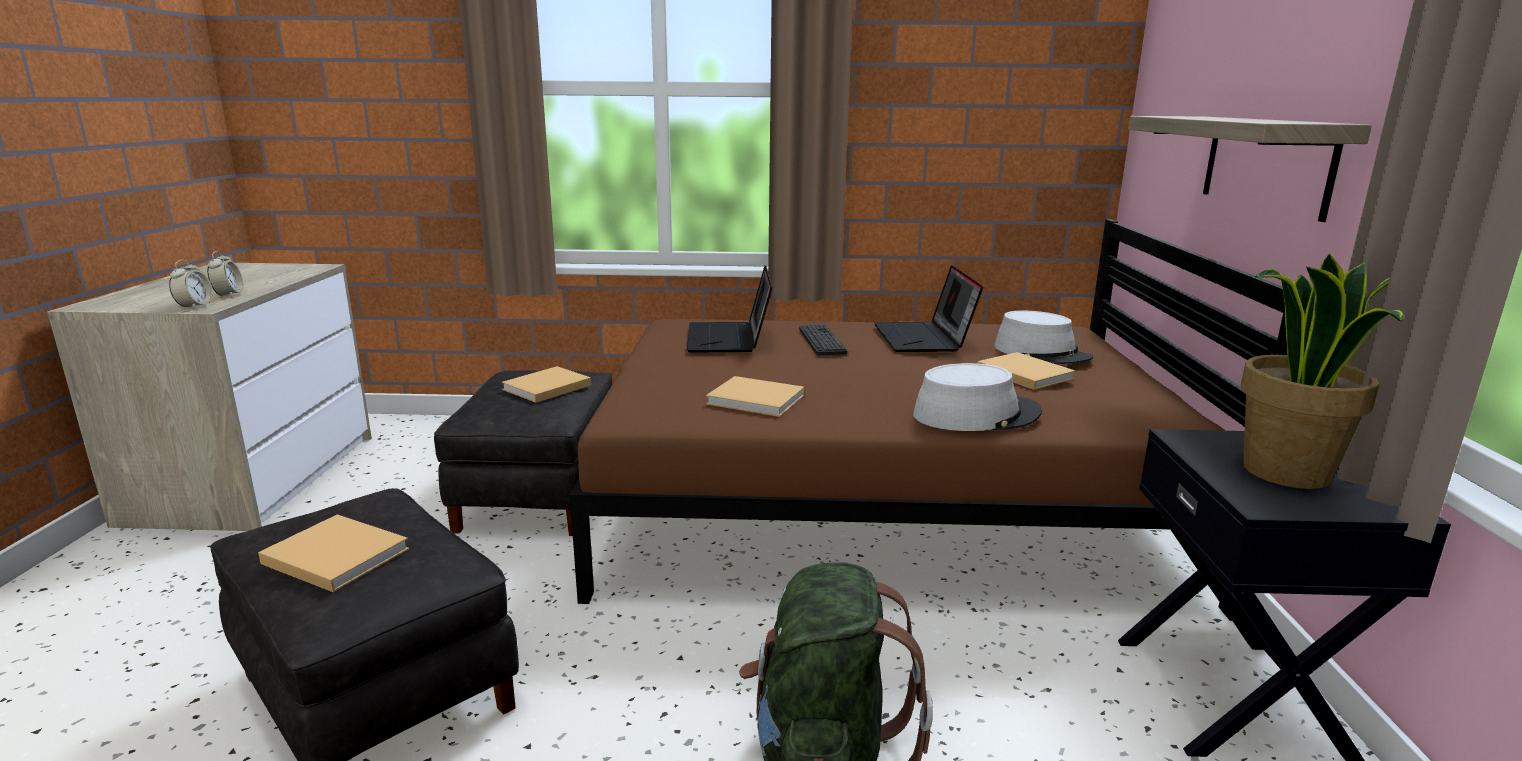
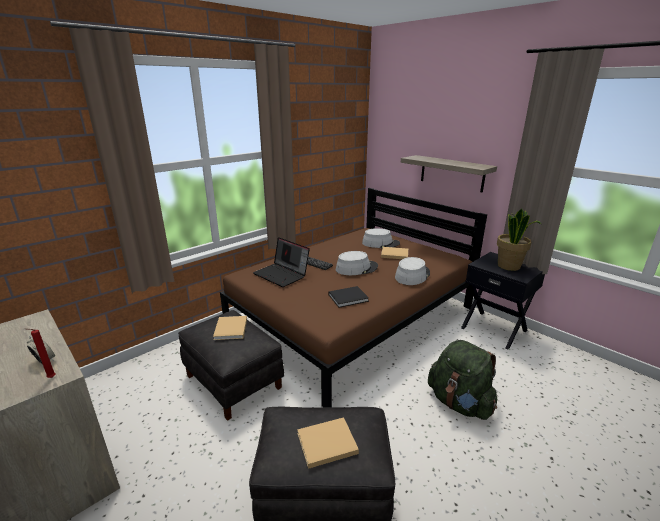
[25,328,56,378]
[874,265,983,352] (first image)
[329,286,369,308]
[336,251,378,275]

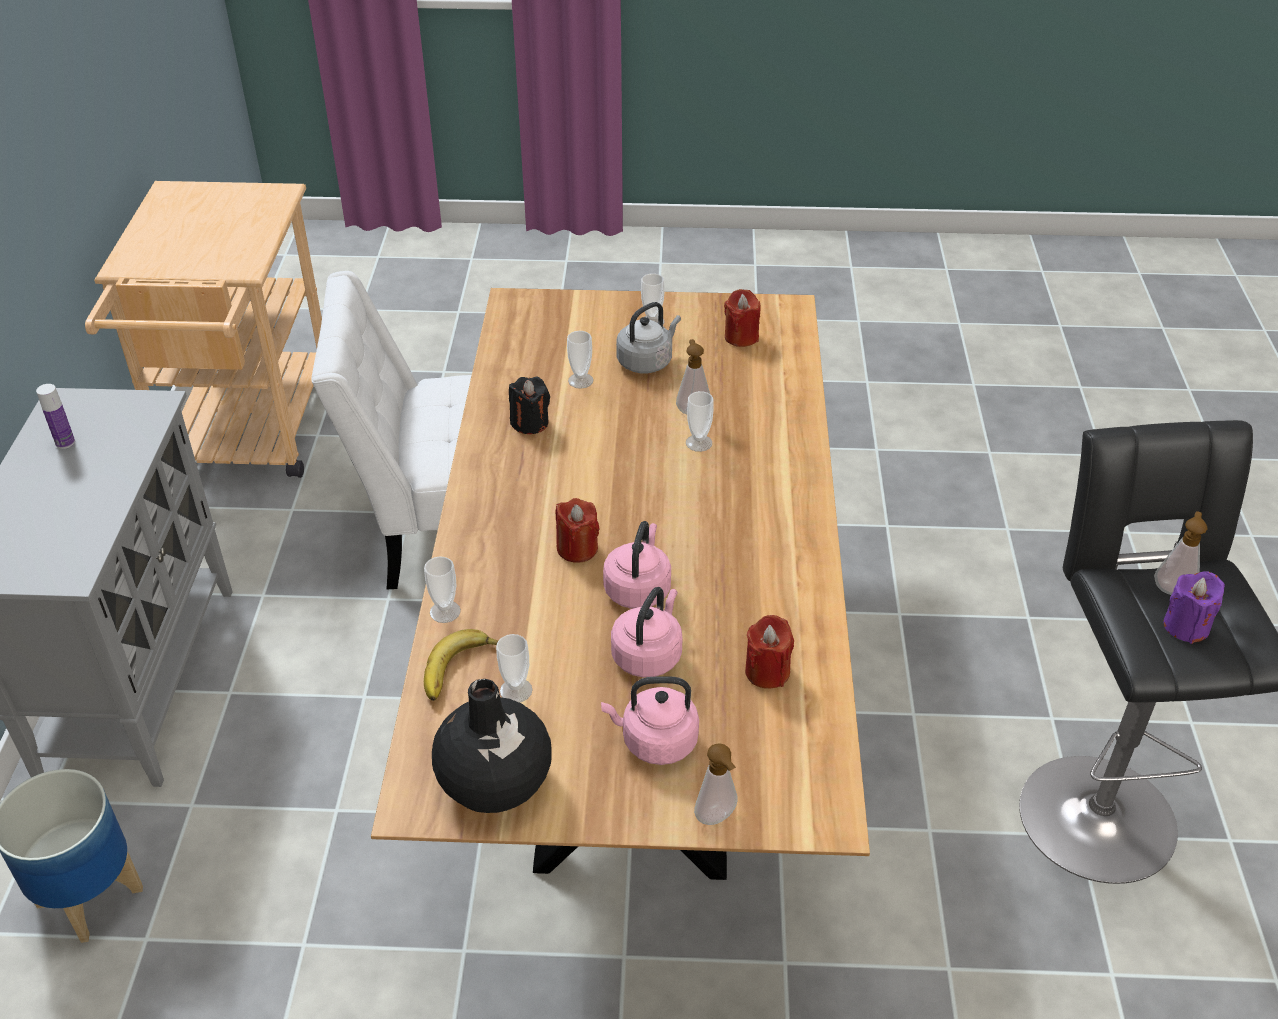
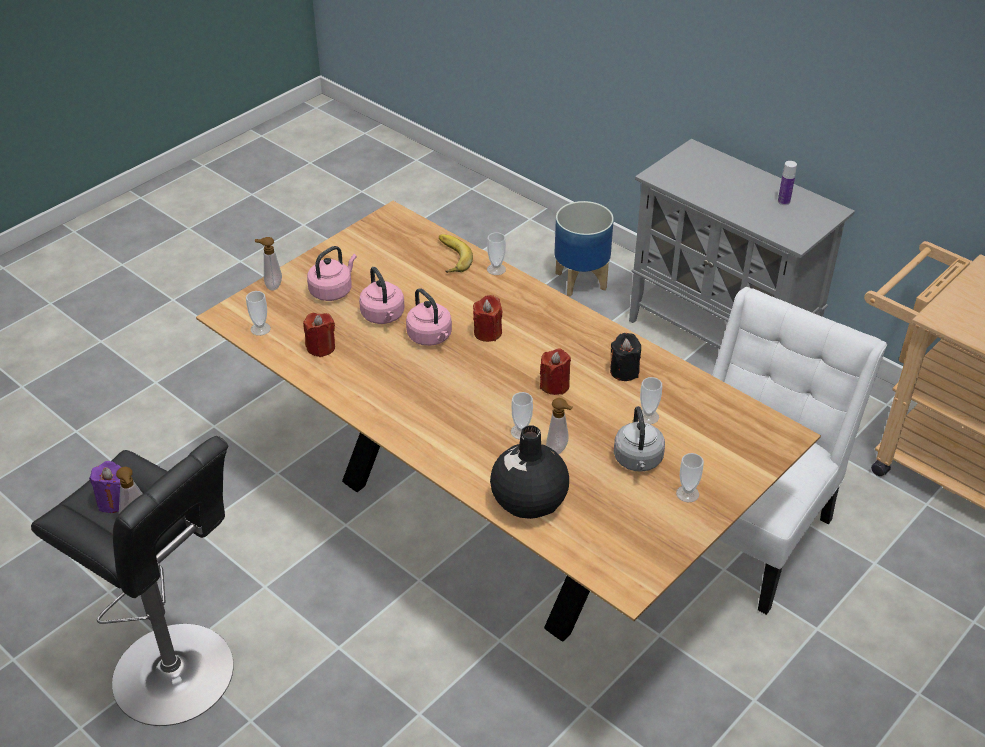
[540,348,571,395]
[246,291,271,336]
[490,425,569,519]

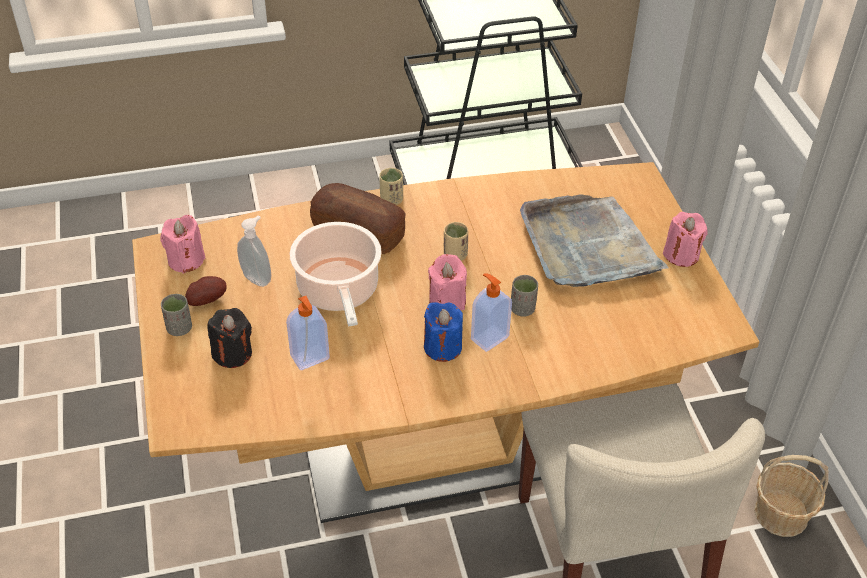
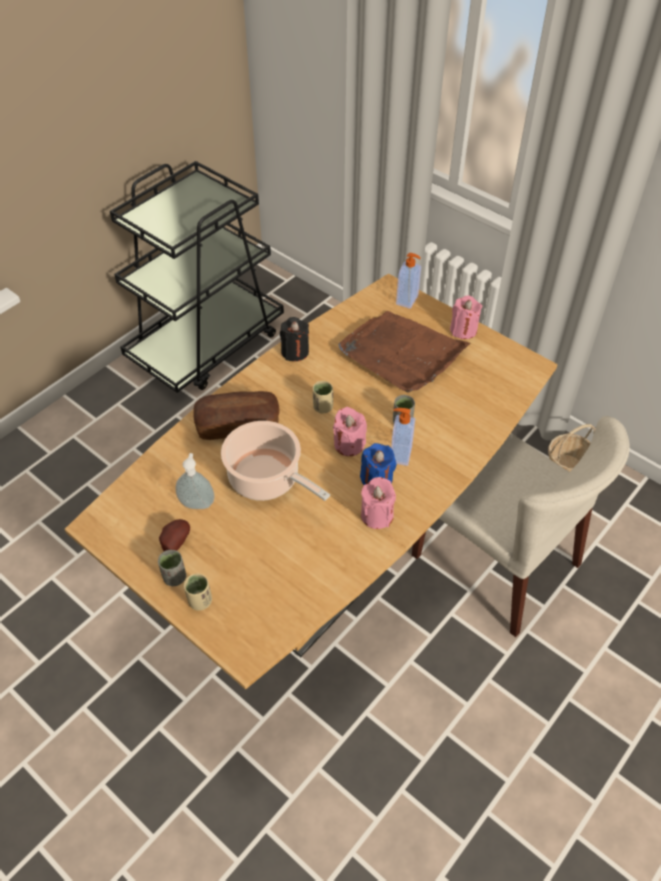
[184,574,212,611]
[338,311,470,393]
[361,477,396,529]
[396,253,421,309]
[280,317,309,361]

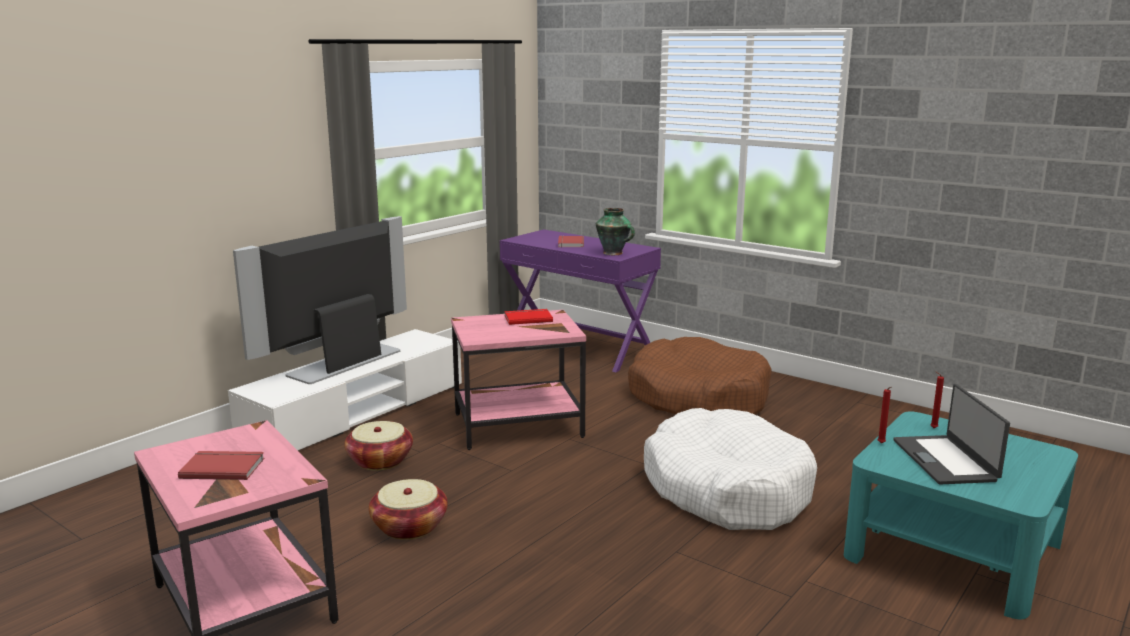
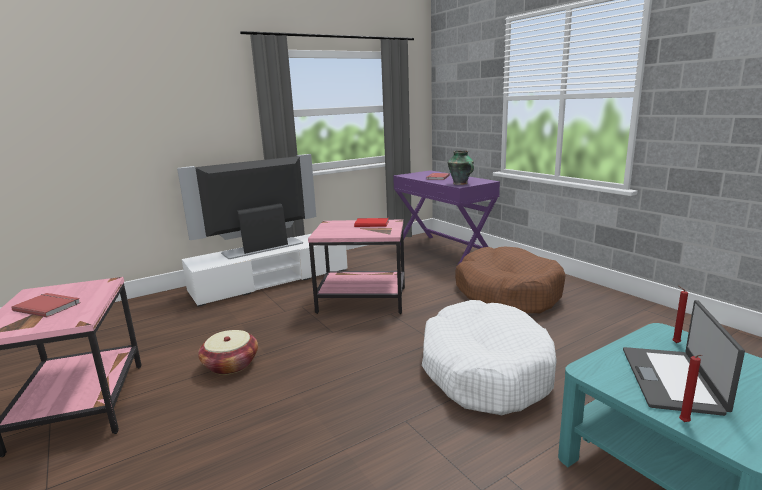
[679,355,702,422]
[344,421,413,470] (first image)

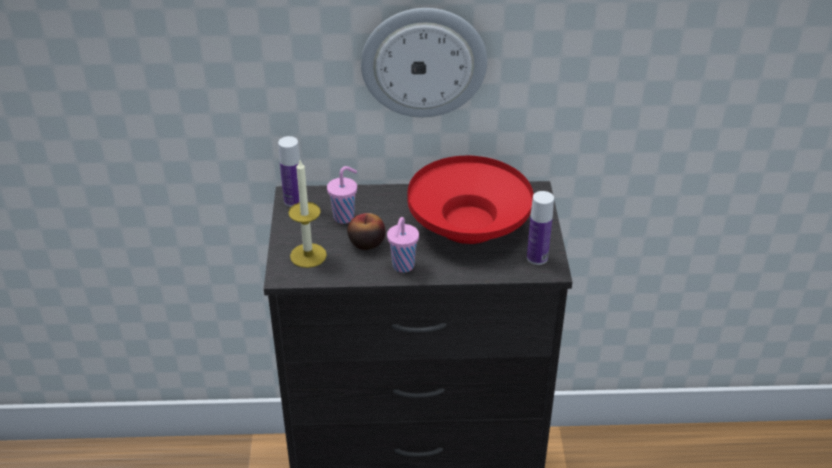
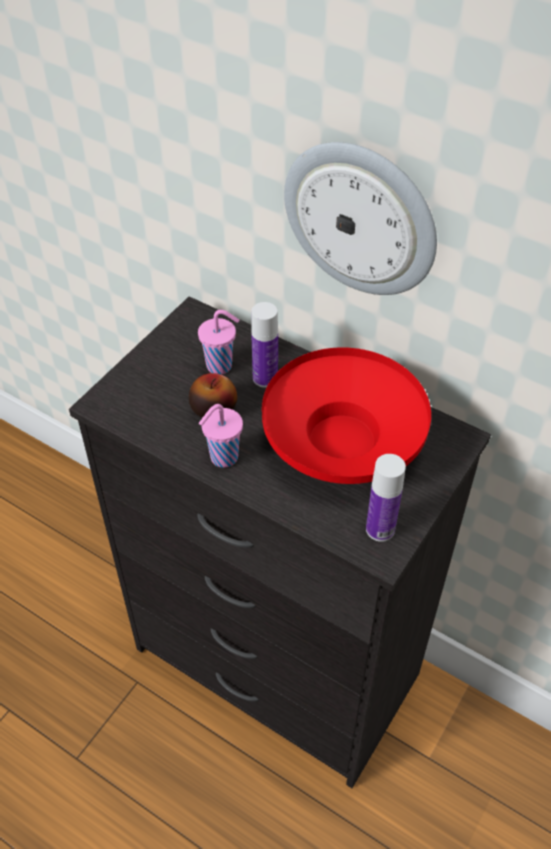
[251,302,278,388]
[288,160,327,268] (first image)

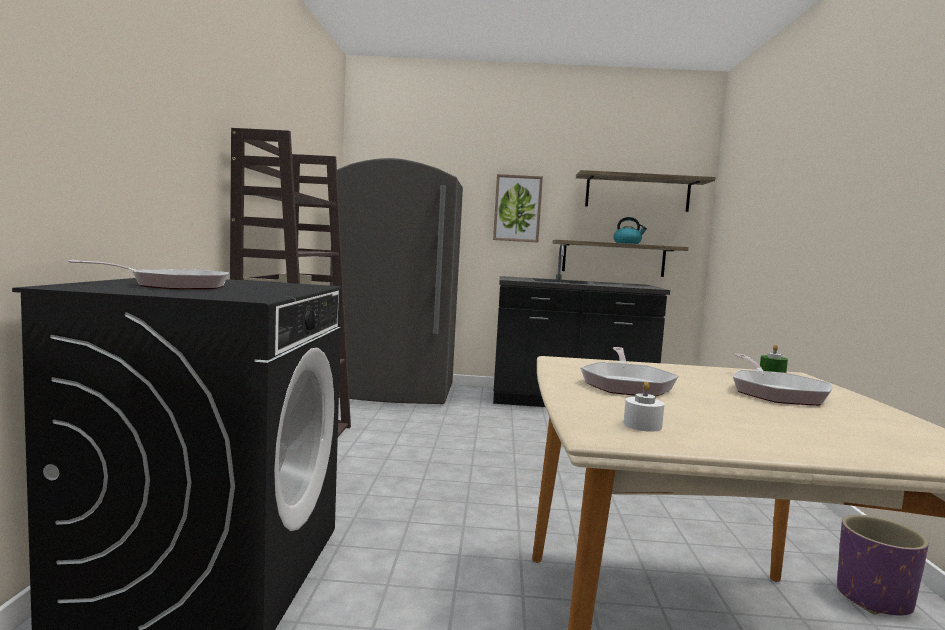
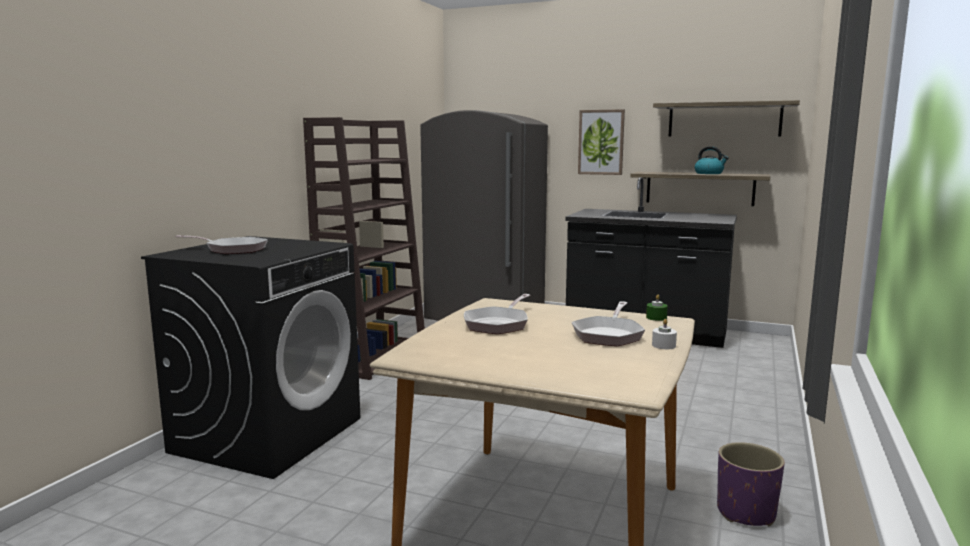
[652,319,677,349]

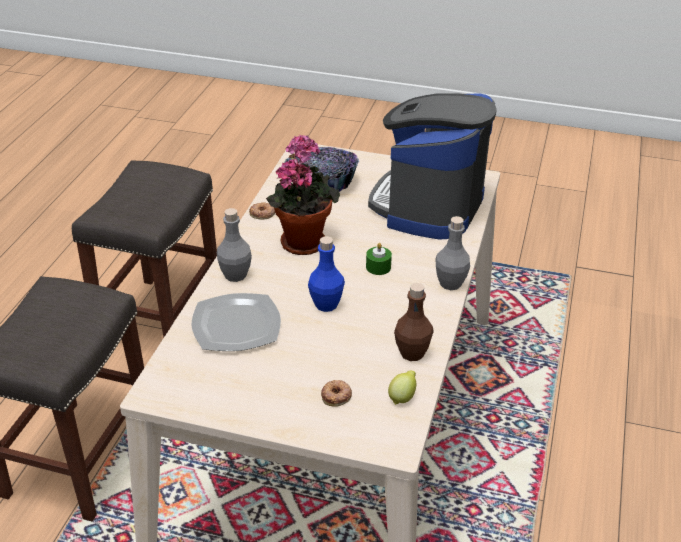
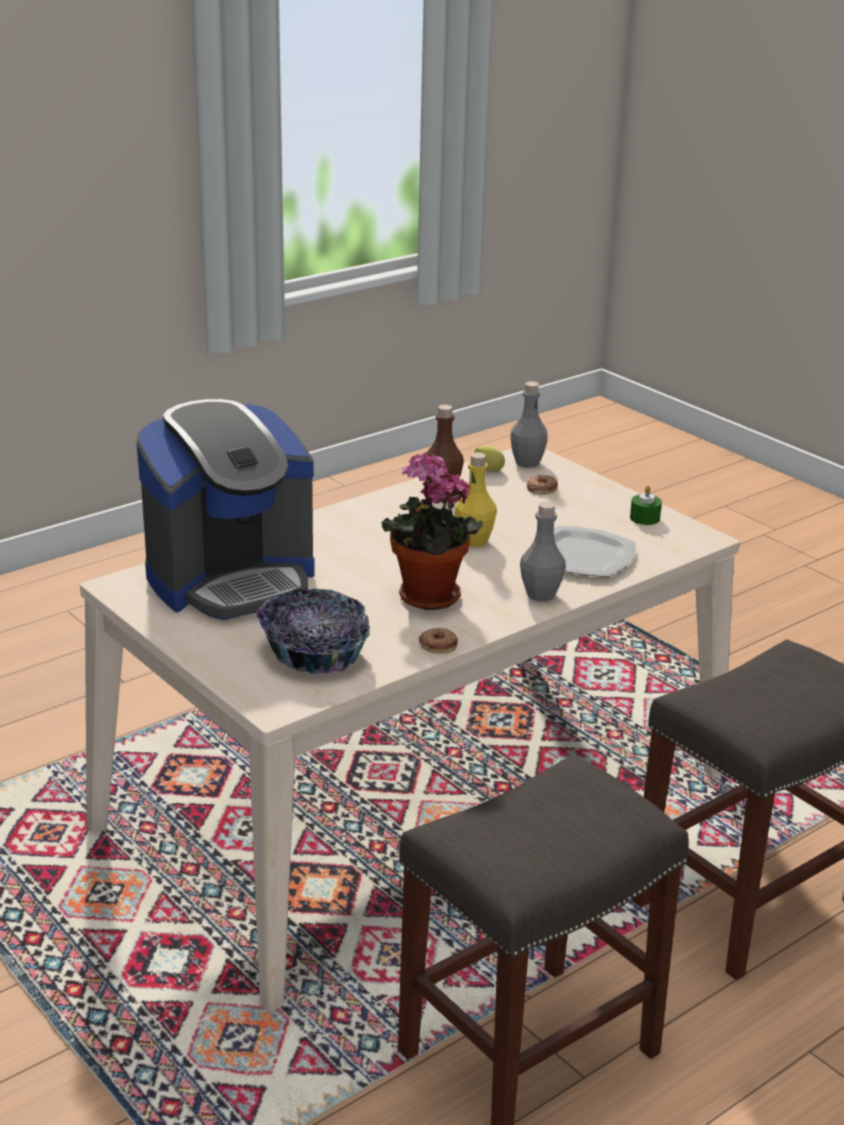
[511,382,548,468]
[454,452,497,547]
[630,486,662,525]

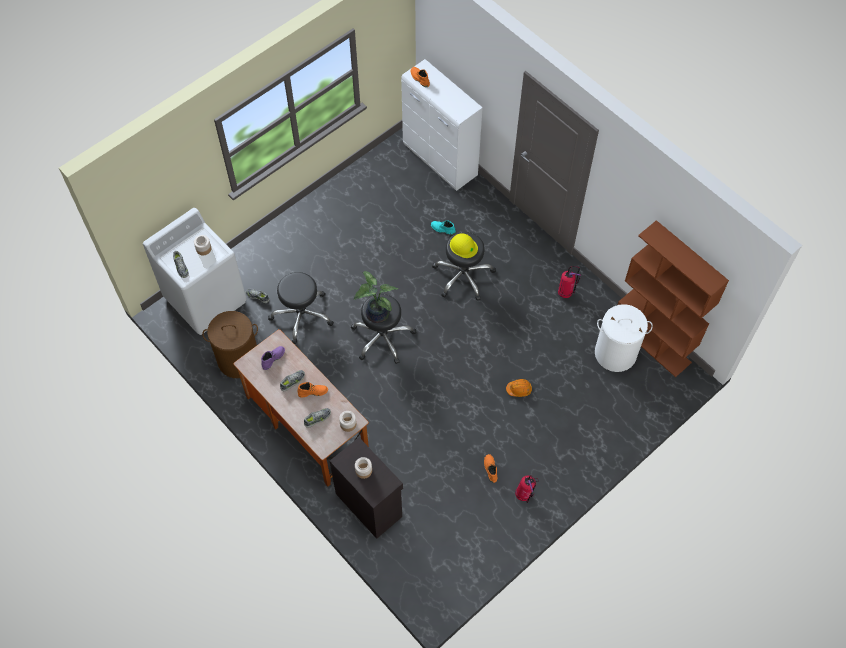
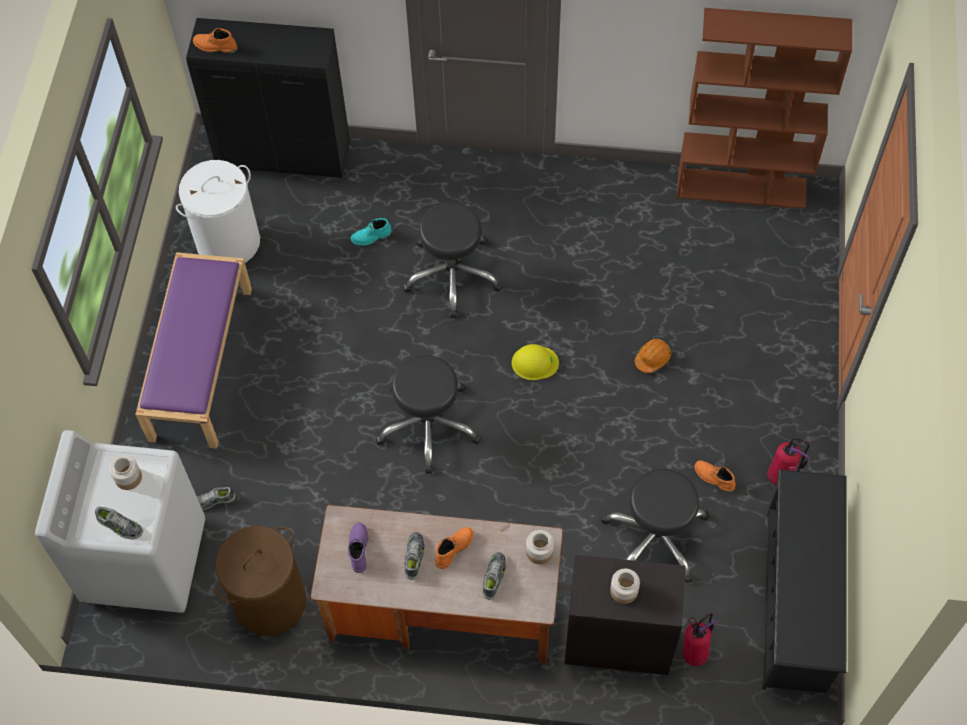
[186,18,350,178]
[512,344,559,380]
[682,613,719,666]
[353,271,398,323] (first image)
[601,469,710,583]
[176,160,260,263]
[135,252,252,448]
[762,469,846,693]

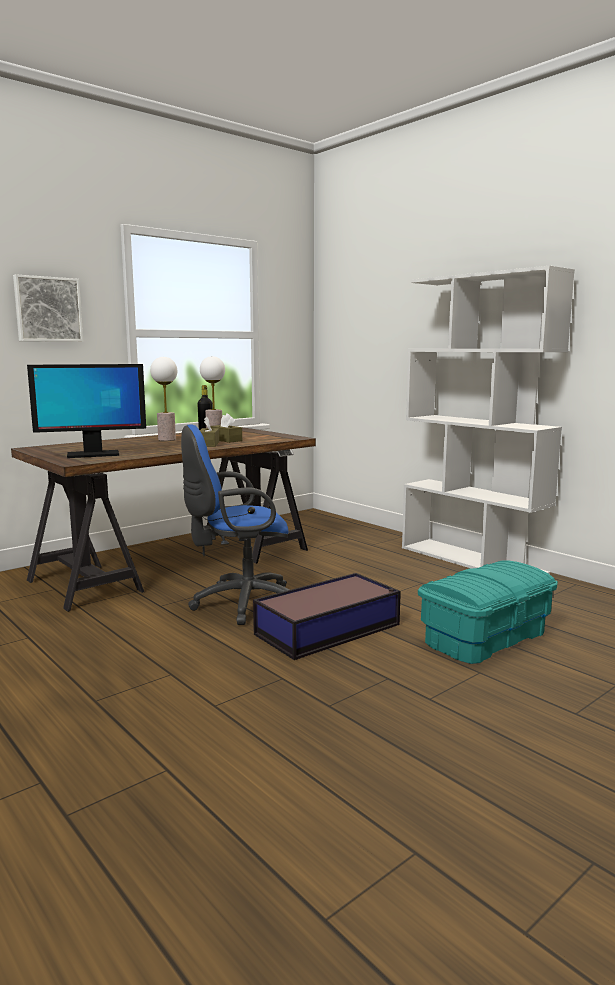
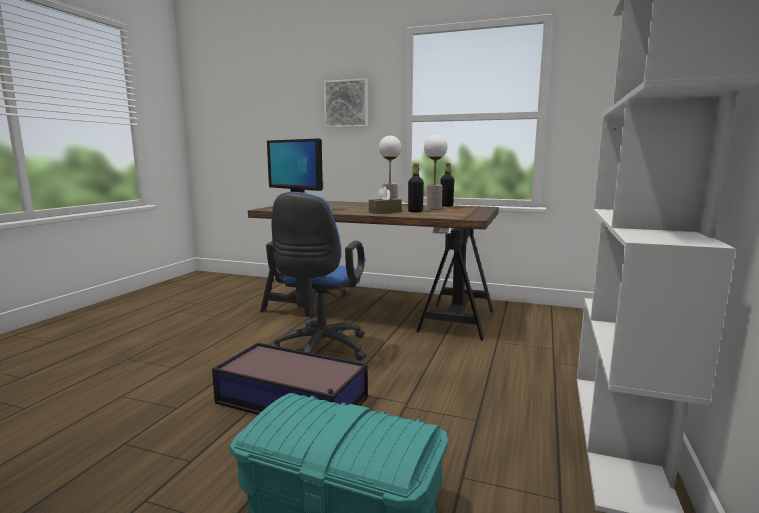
[408,163,424,213]
[266,192,366,361]

